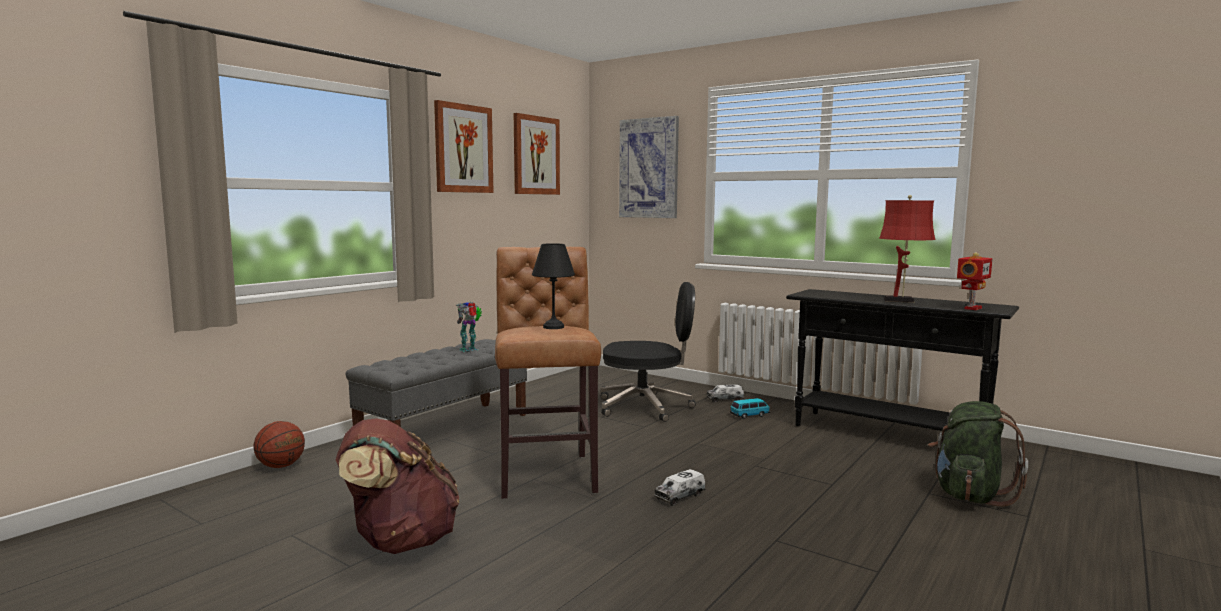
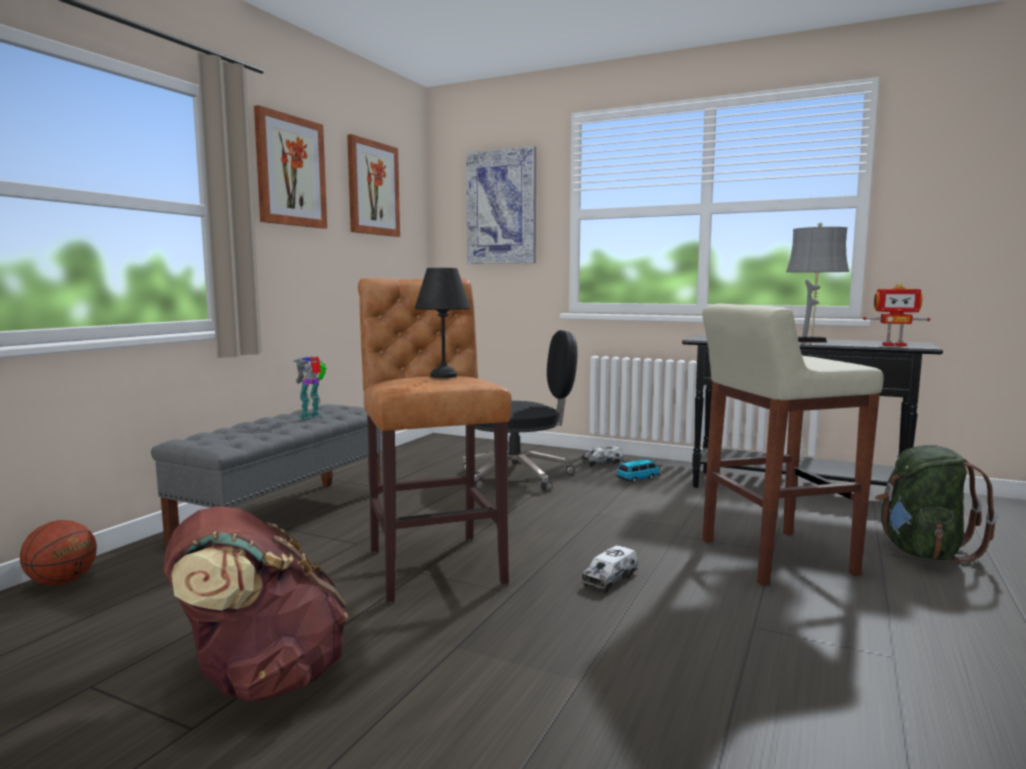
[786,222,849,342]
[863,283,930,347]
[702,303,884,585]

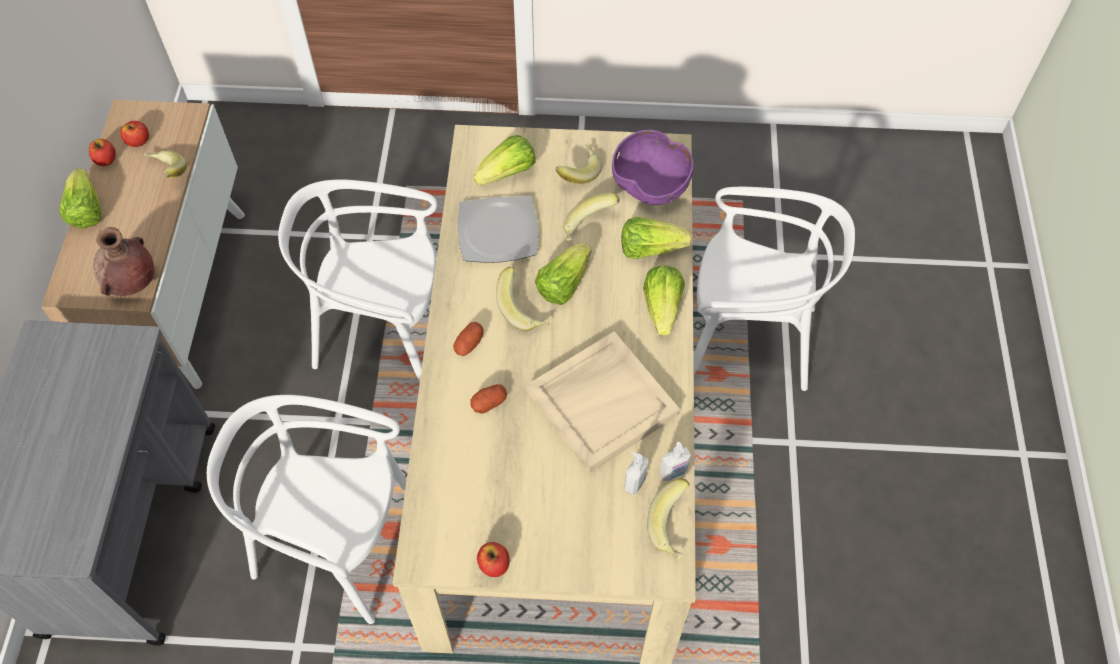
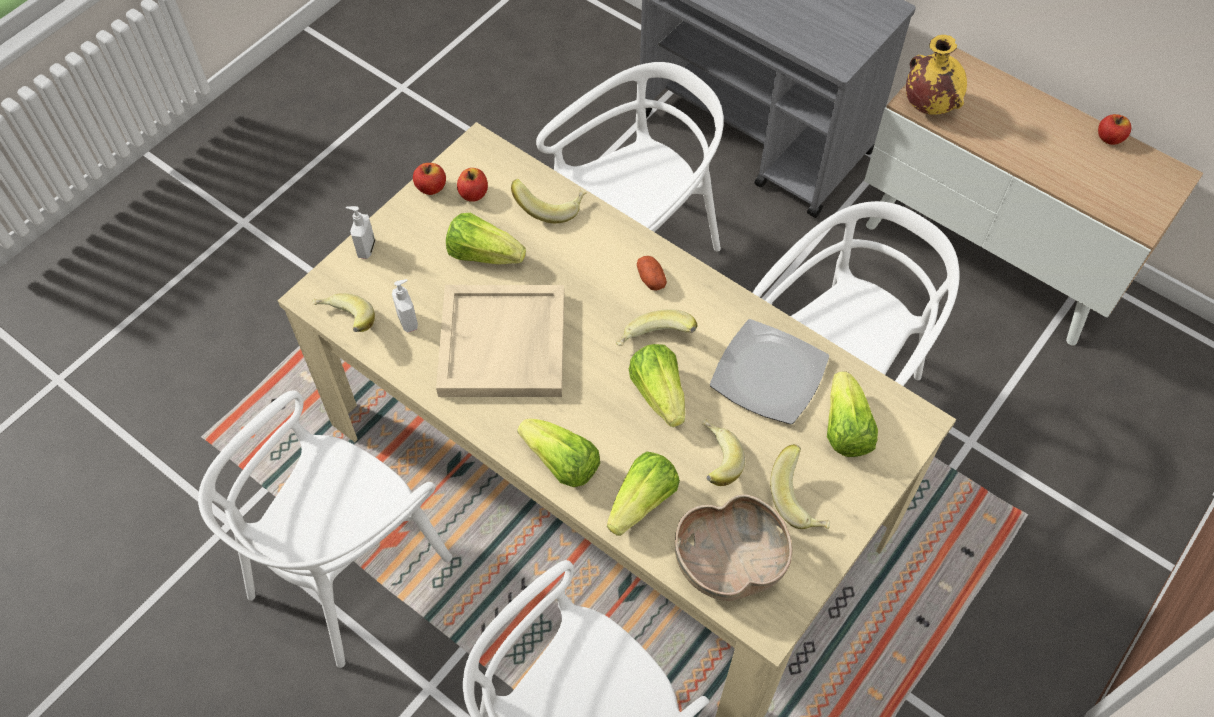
[457,168,488,202]
[675,494,792,601]
[511,179,587,223]
[446,213,526,264]
[906,35,967,115]
[470,384,507,414] (first image)
[346,206,375,259]
[198,391,452,668]

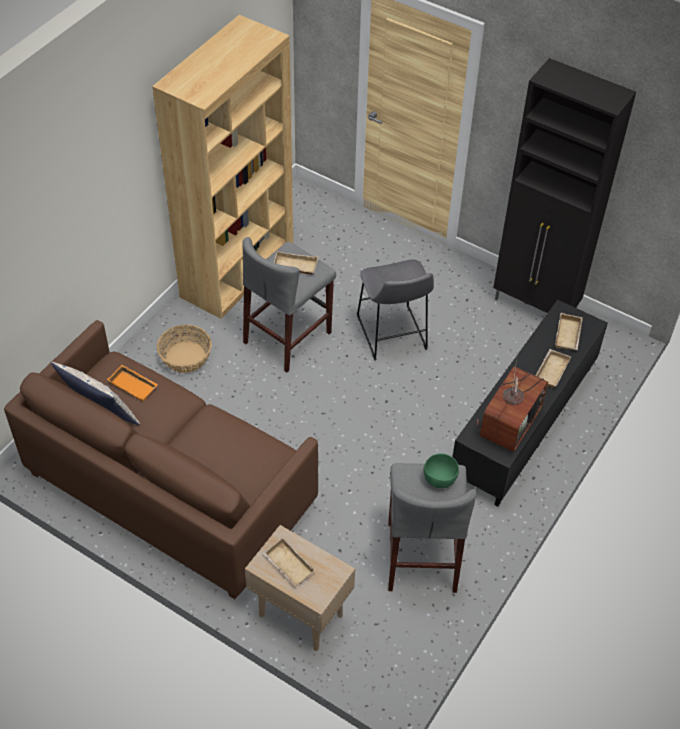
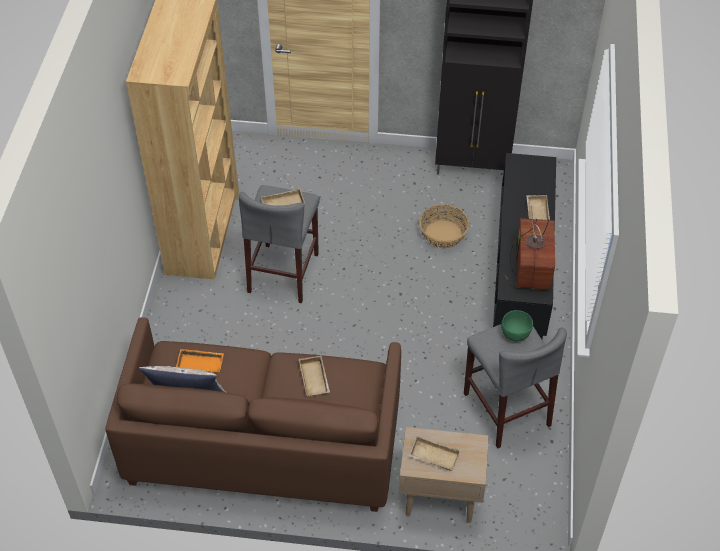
[357,259,434,361] (first image)
[299,356,330,398]
[419,204,469,248]

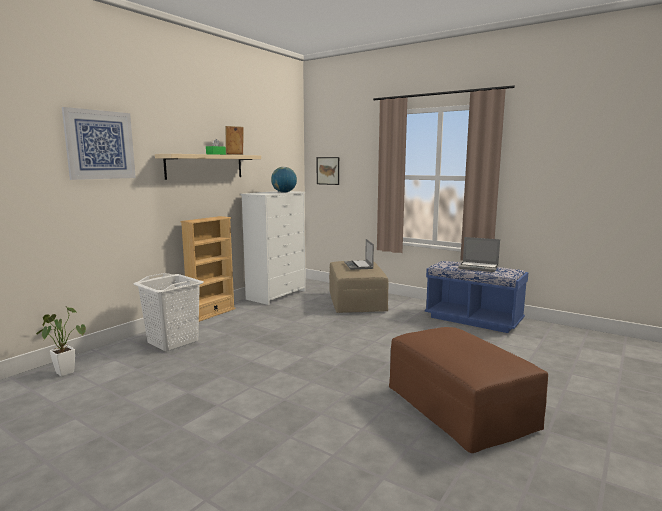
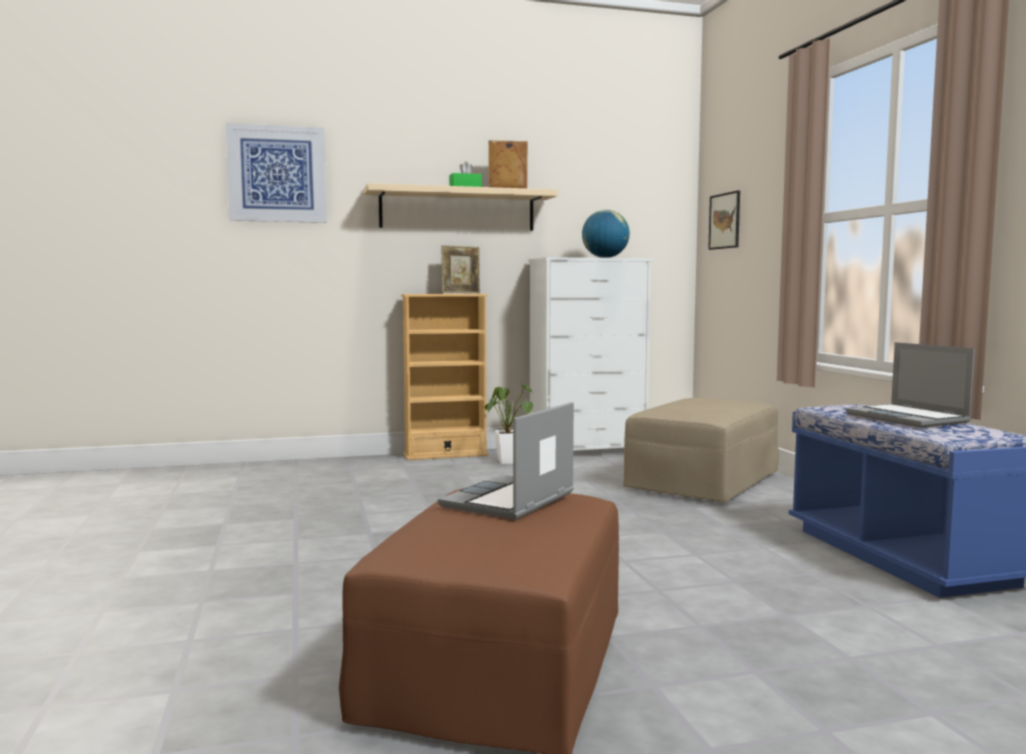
[438,402,574,520]
[134,273,204,352] (first image)
[485,382,533,465]
[441,245,480,294]

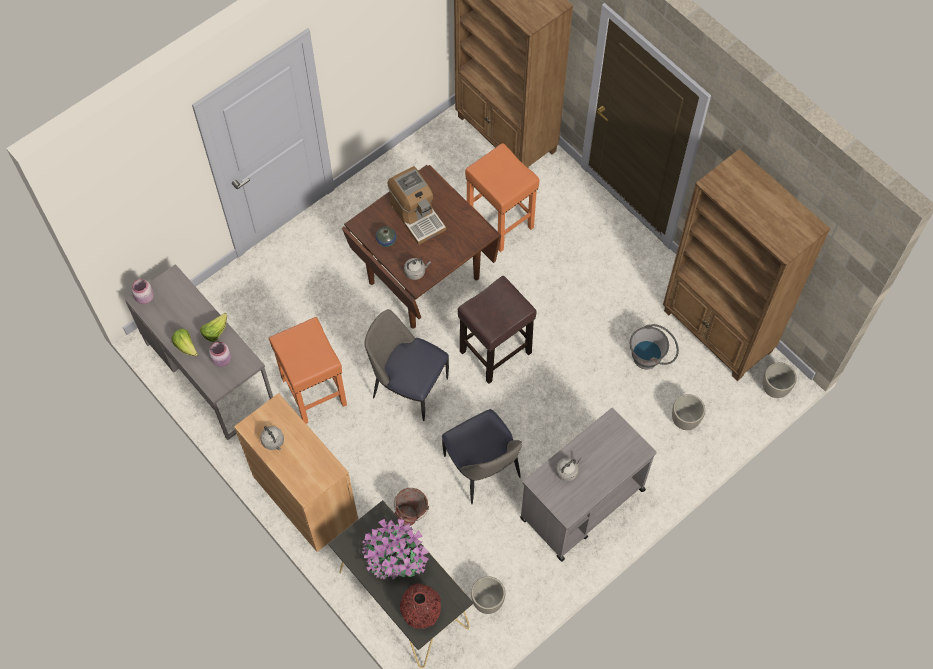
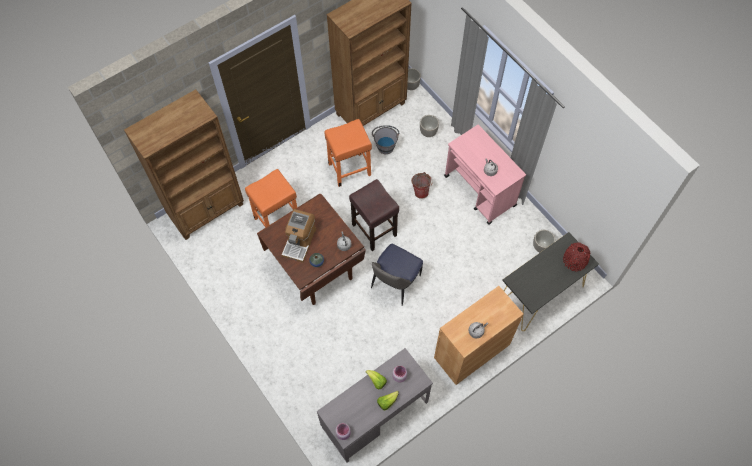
[282,209,316,263]
[324,119,372,187]
[444,125,526,225]
[442,409,522,504] (first image)
[411,172,433,199]
[362,519,429,579] (first image)

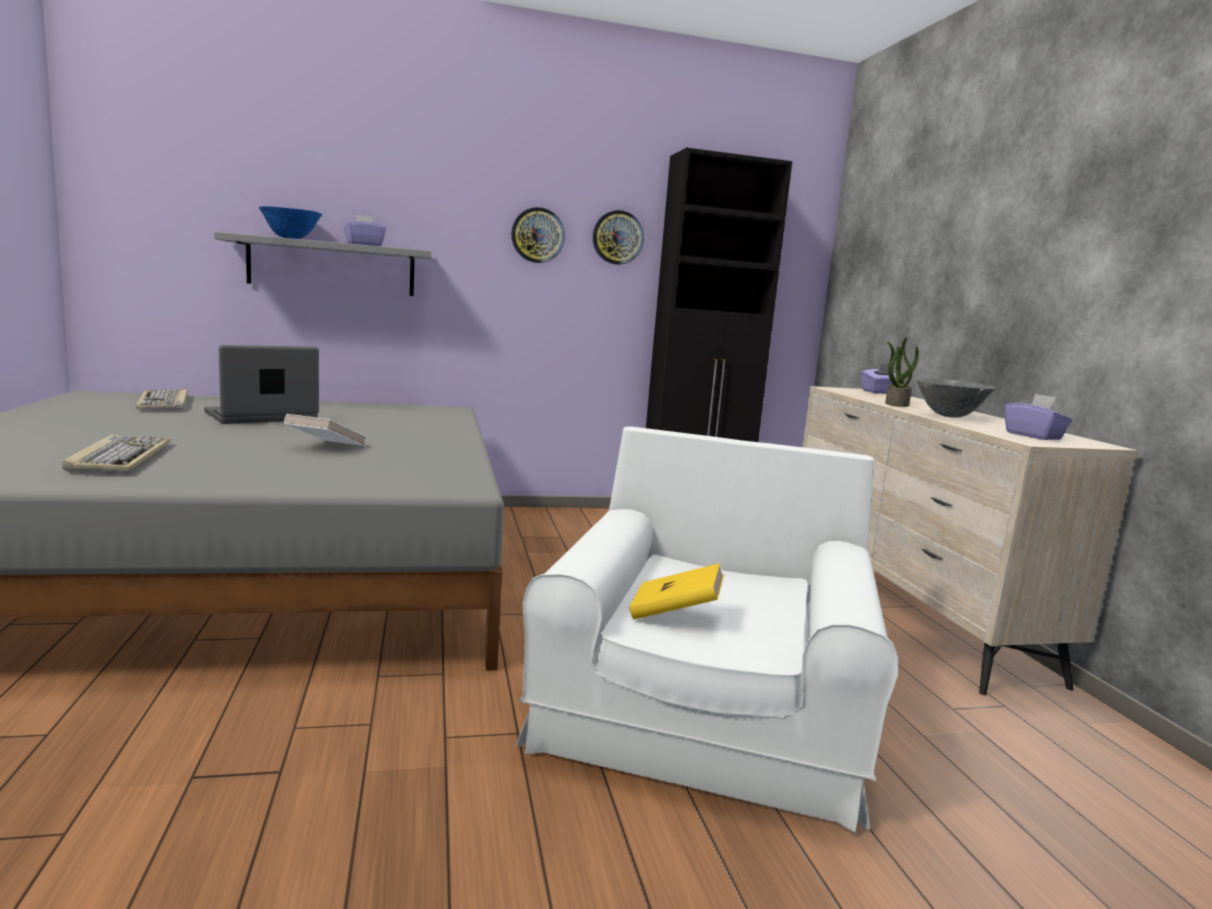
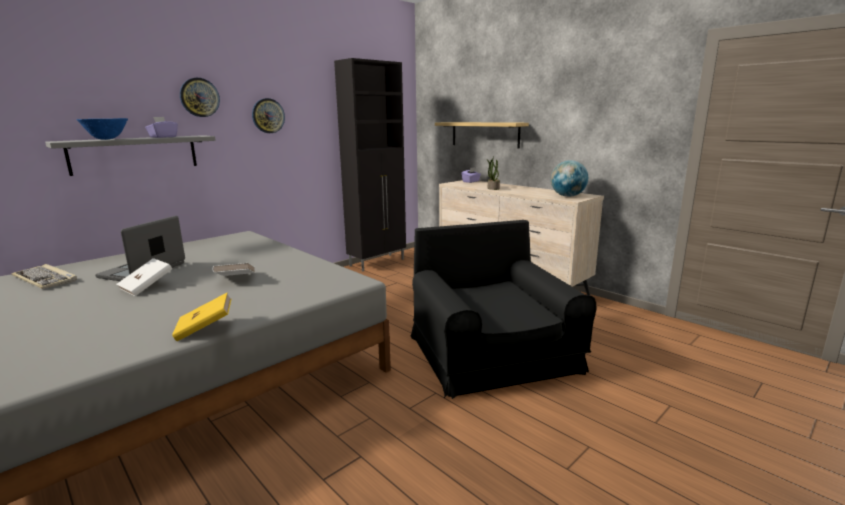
[180,78,220,117]
[916,377,996,418] (first image)
[551,160,588,197]
[411,220,597,399]
[62,434,171,472] (first image)
[172,293,231,341]
[435,122,529,149]
[116,258,172,296]

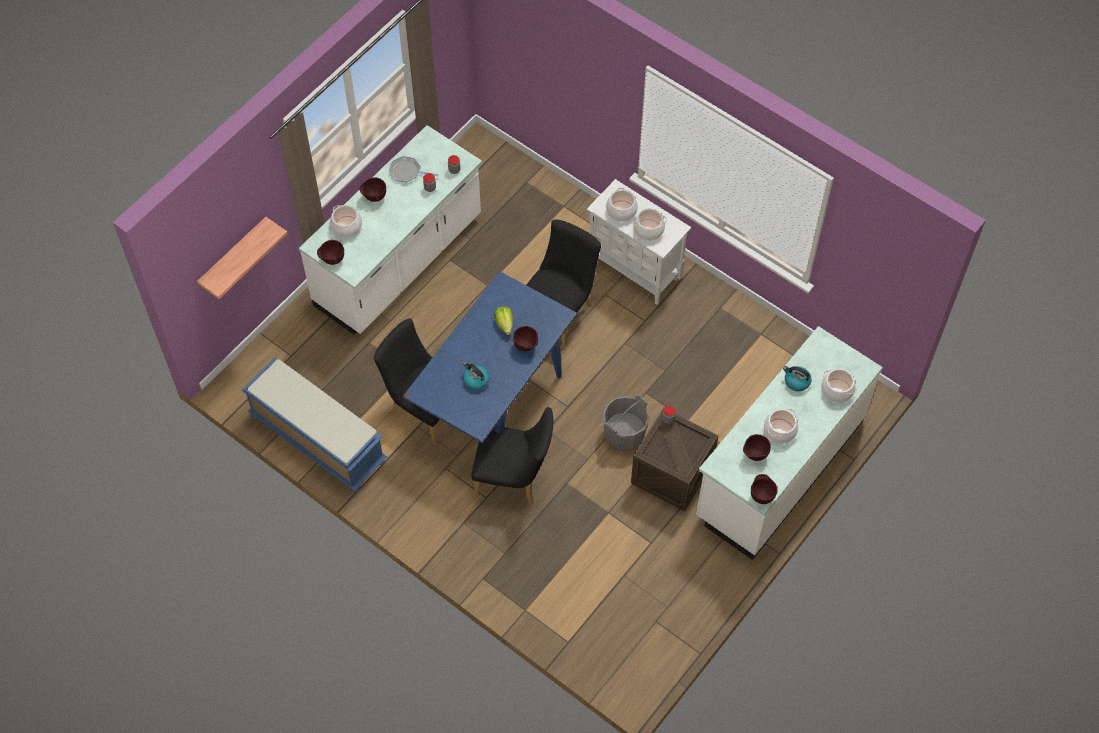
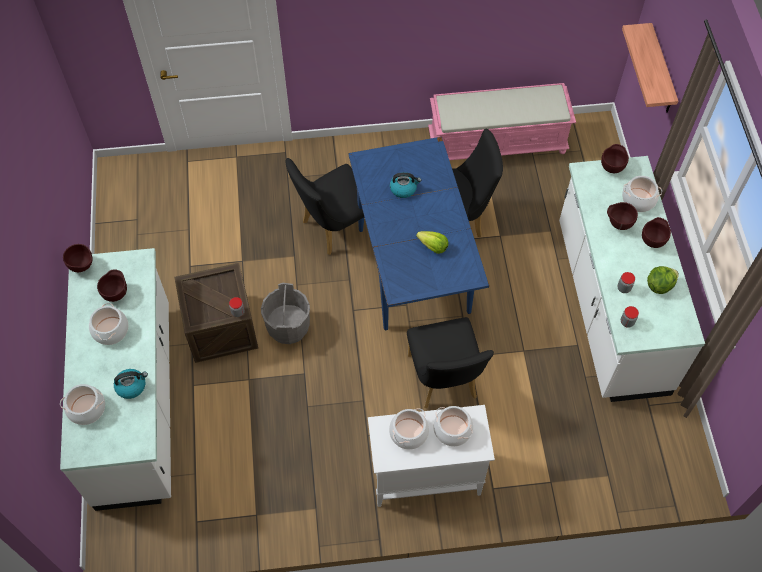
[647,266,679,294]
[607,202,638,230]
[428,83,576,160]

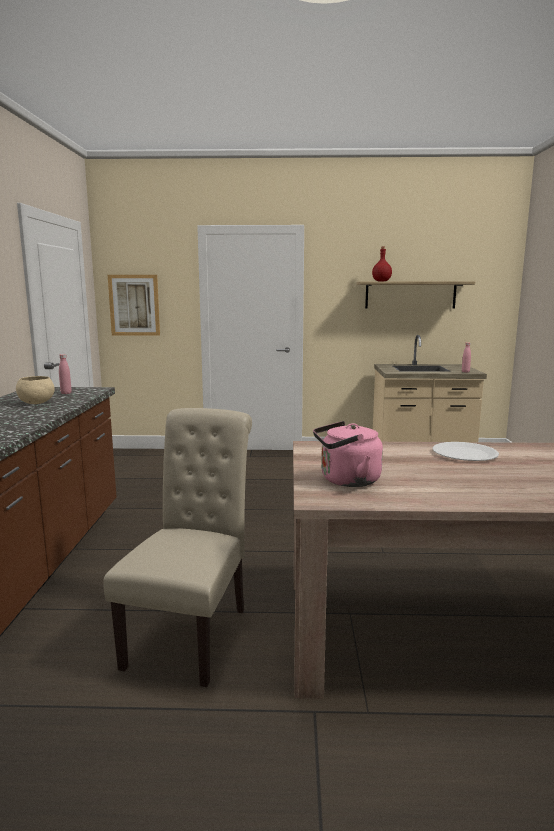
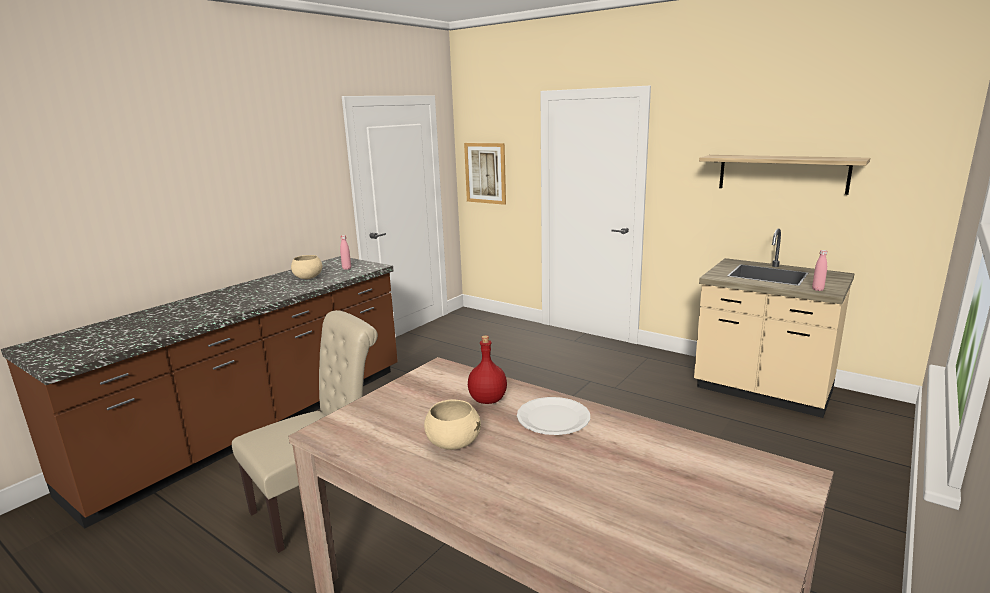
[468,335,507,404]
[313,421,383,487] (first image)
[424,400,481,450]

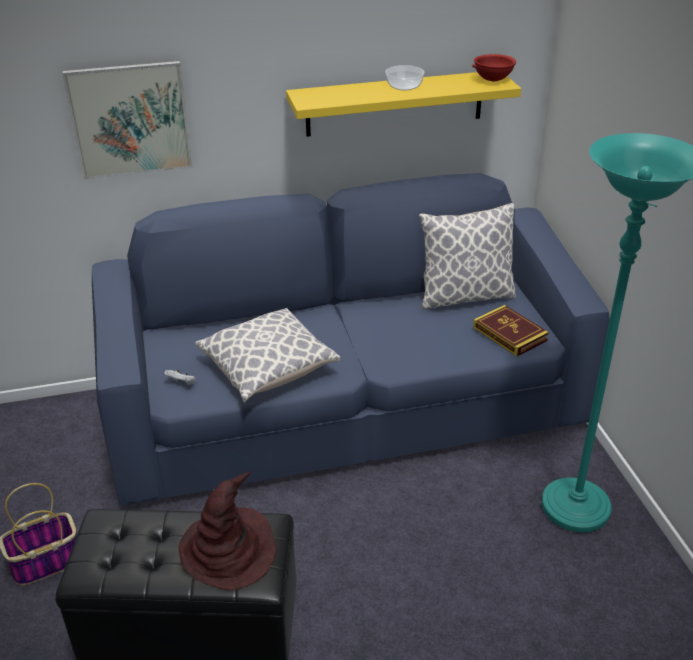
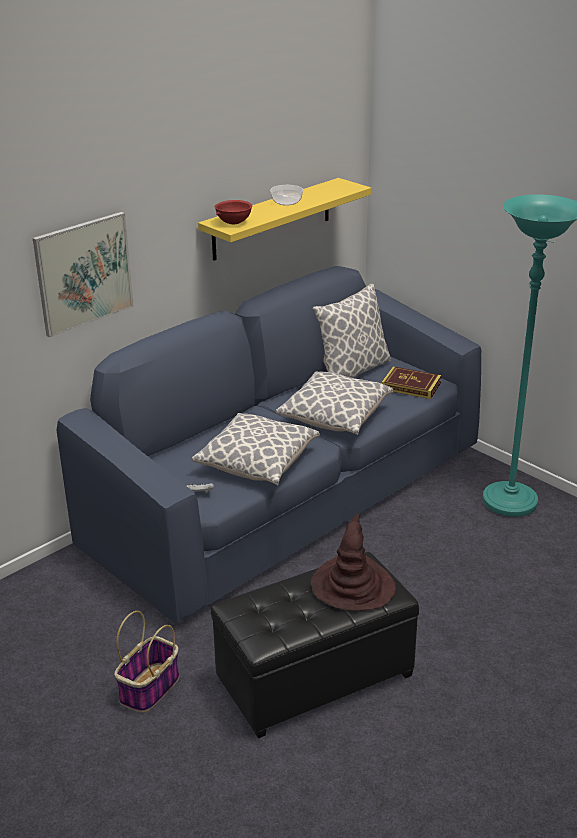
[215,200,252,224]
[276,371,393,435]

